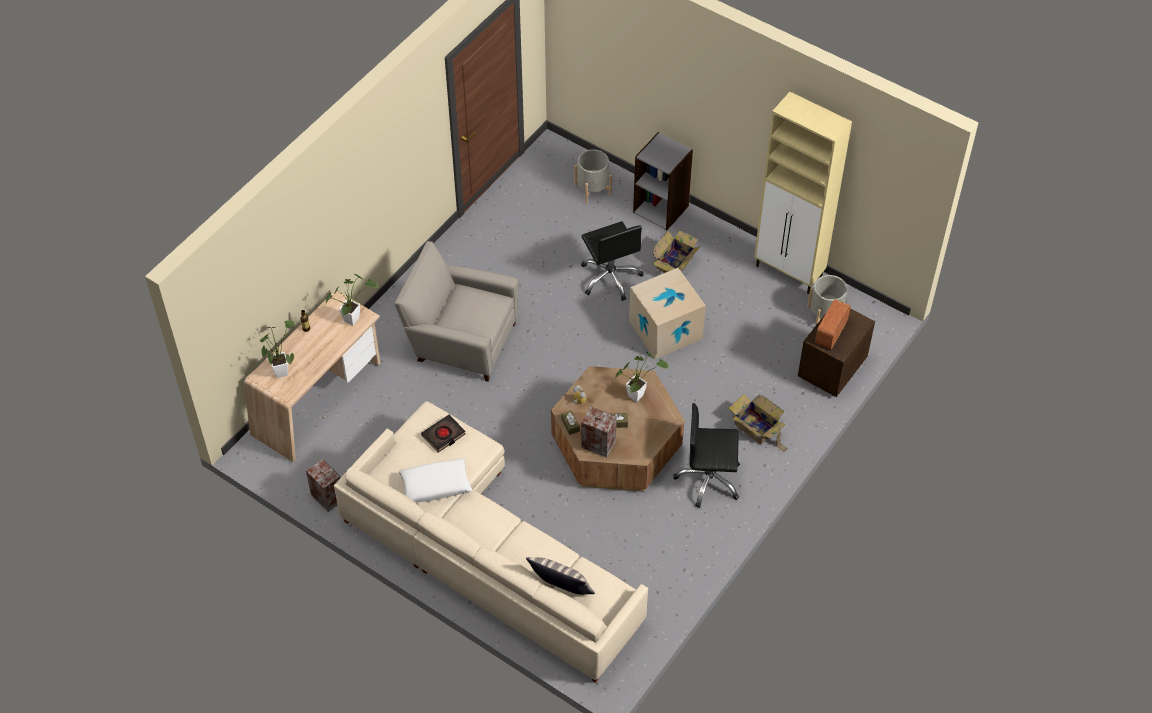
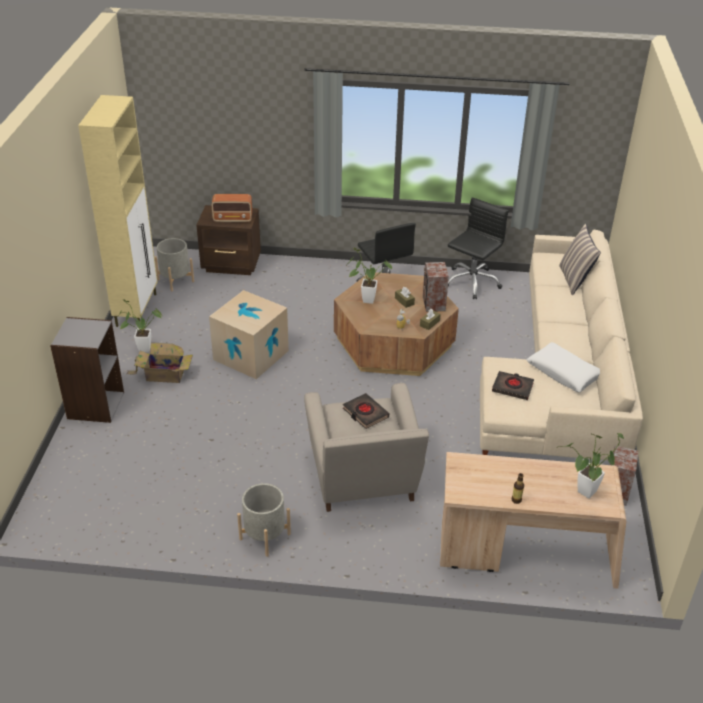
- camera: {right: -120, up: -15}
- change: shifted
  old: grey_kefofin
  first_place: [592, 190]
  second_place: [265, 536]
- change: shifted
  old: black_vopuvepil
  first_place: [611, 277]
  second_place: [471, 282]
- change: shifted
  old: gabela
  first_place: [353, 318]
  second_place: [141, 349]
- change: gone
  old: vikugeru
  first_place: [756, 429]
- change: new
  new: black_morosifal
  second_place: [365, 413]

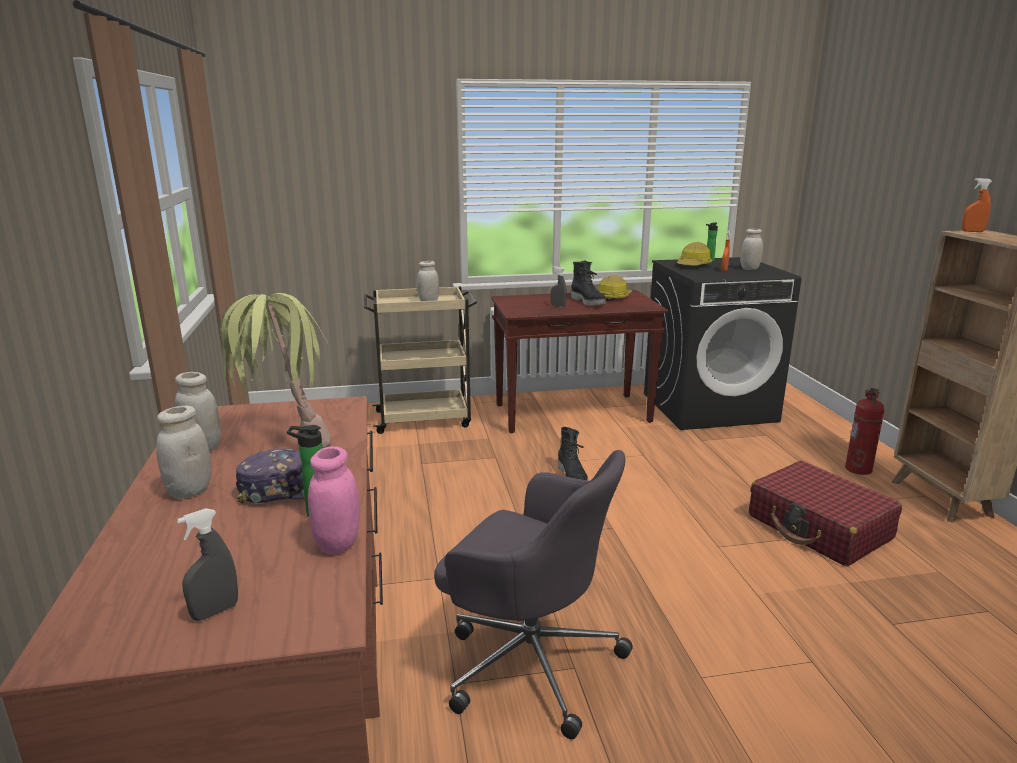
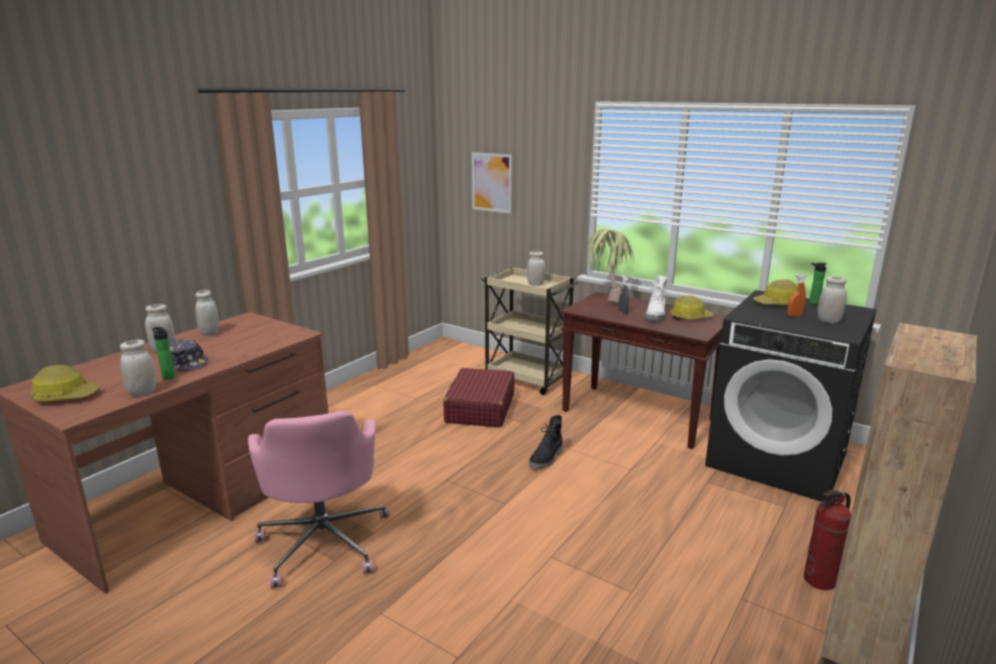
- camera: {right: 45, up: 0}
- change: gone
  old: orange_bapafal
  first_place: [972, 231]
- change: repainted
  old: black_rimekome
  new: white_rimekome
  first_place: [588, 302]
  second_place: [656, 316]
- change: shifted
  old: gabela
  first_place: [284, 444]
  second_place: [606, 299]
- change: repainted
  old: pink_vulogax
  new: white_vulogax
  first_place: [338, 544]
  second_place: [142, 392]
- change: repainted
  old: grey_vopuvepil
  new: pink_vopuvepil
  first_place: [529, 660]
  second_place: [324, 541]
- change: shifted
  old: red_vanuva
  first_place: [819, 527]
  second_place: [480, 408]
- change: swapped
  old: grey_bapafal
  new: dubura
  first_place: [215, 612]
  second_place: [66, 396]
- change: new
  new: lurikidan
  second_place: [492, 182]

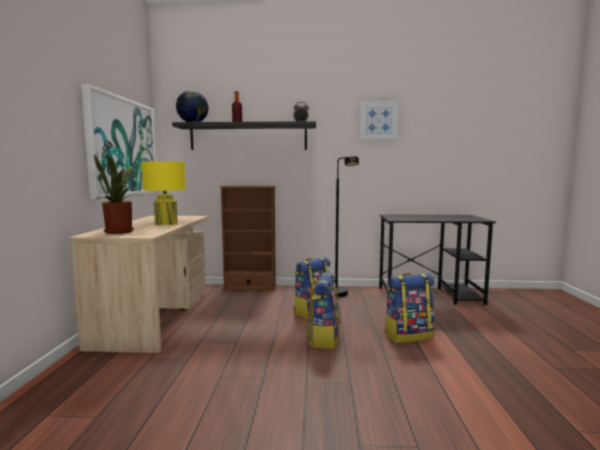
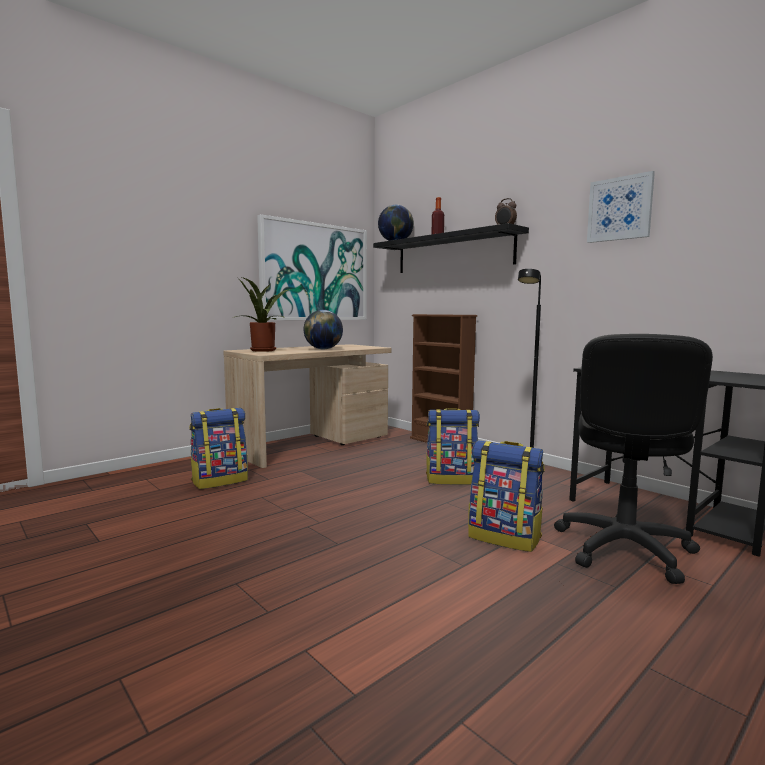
- camera: {right: 45, up: 0}
- change: swapped
  old: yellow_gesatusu
  new: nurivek
  first_place: [166, 223]
  second_place: [323, 349]
- change: shifted
  old: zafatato
  first_place: [323, 339]
  second_place: [220, 481]
- change: new
  new: black_vopuvepil
  second_place: [623, 549]

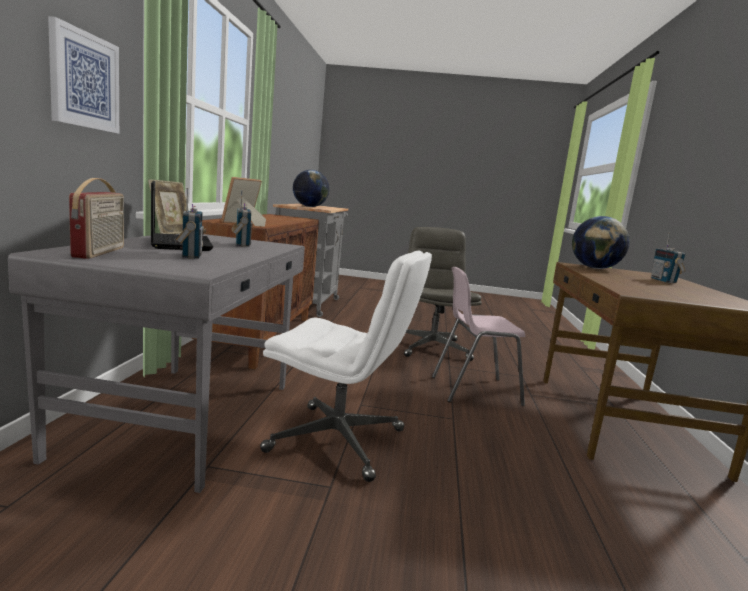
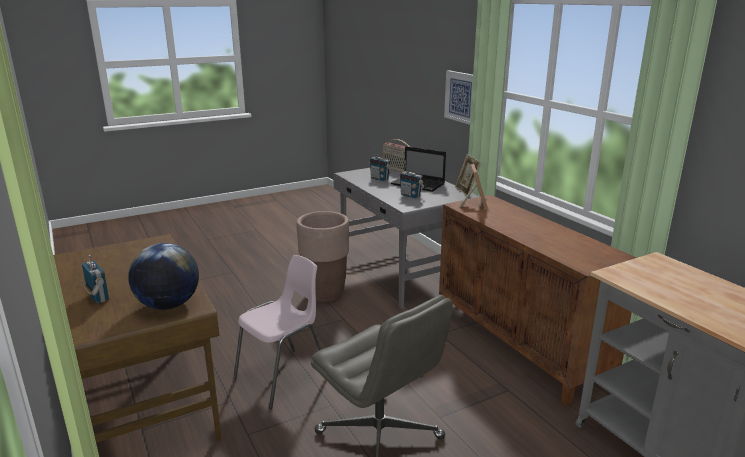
- camera: {right: 145, up: 10}
- change: gone
  old: nurivek
  first_place: [309, 206]
- change: swapped
  old: white_vopuvepil
  new: brown_kefofin
  first_place: [339, 441]
  second_place: [325, 294]

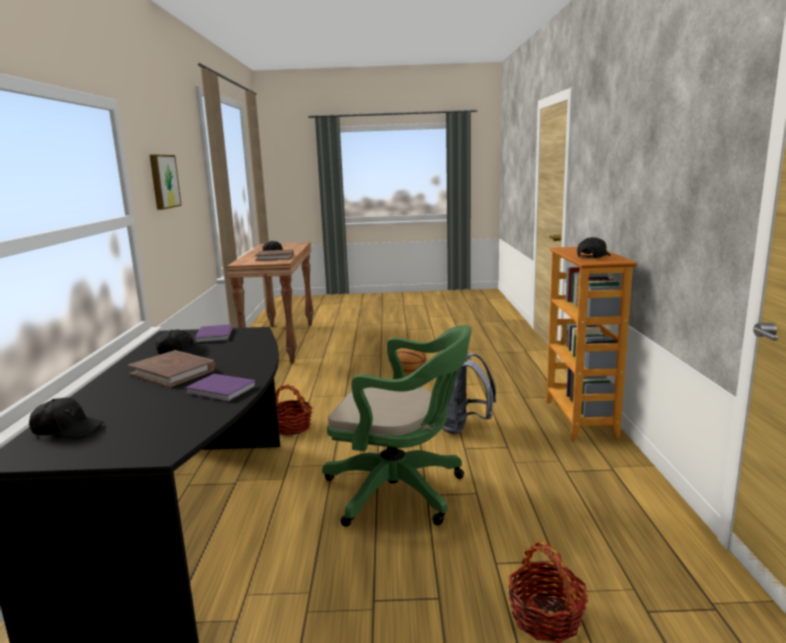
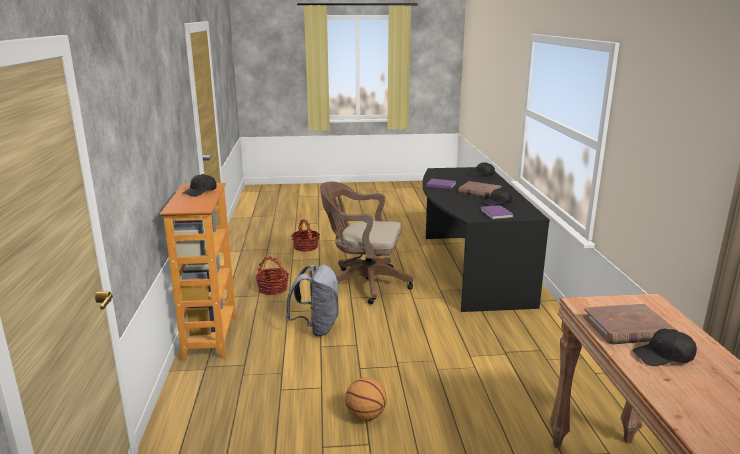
- camera: {right: 175, up: 5}
- change: gone
  old: lurikidan
  first_place: [163, 181]
- change: repainted
  old: green_vopuvepil
  new: brown_vopuvepil
  first_place: [402, 491]
  second_place: [363, 284]
- change: shifted
  old: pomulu
  first_place: [291, 427]
  second_place: [273, 289]

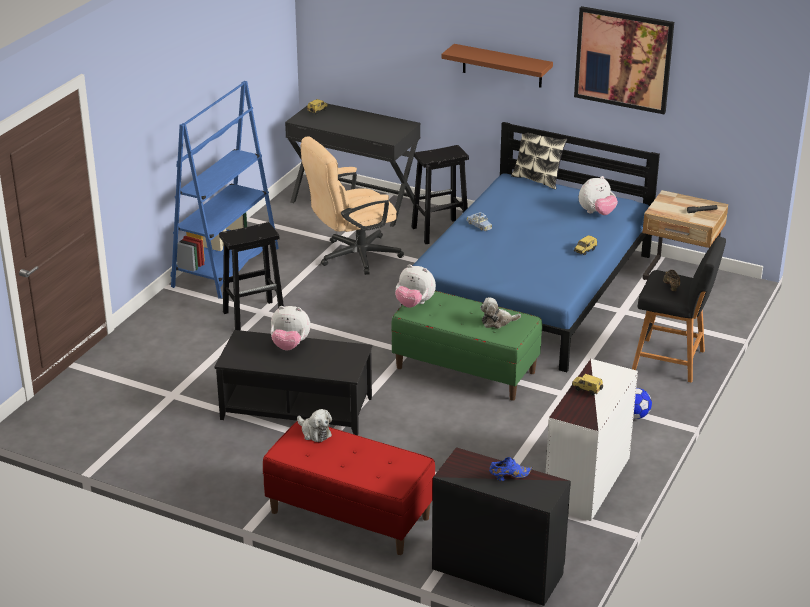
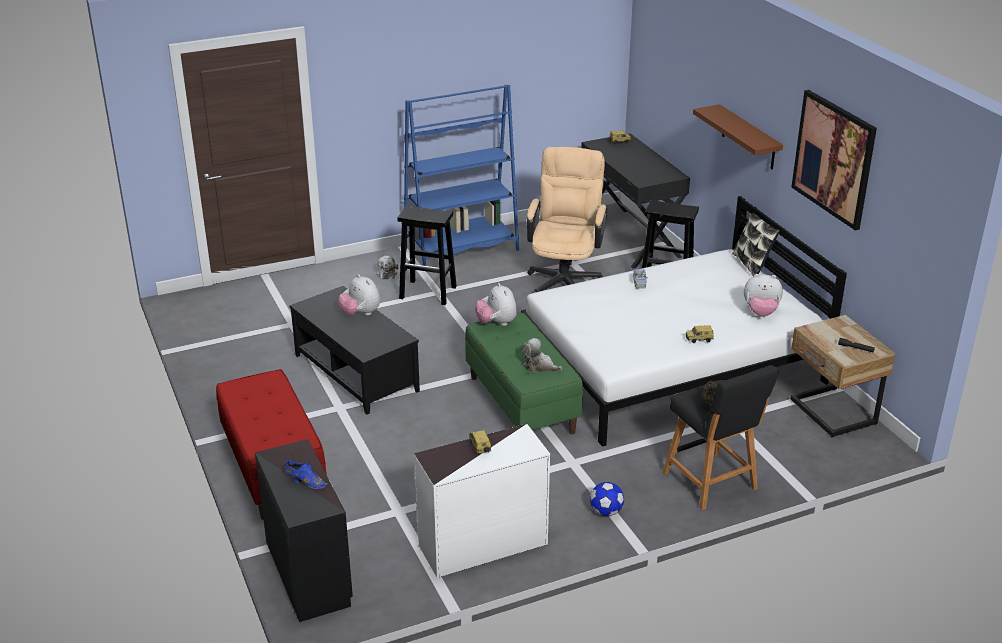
- camera: {right: 40, up: 0}
- change: repainted
  old: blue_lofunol
  new: white_lofunol
  first_place: [530, 291]
  second_place: [671, 366]
- change: rotated
  old: beige_vopuvepil
  first_place: [352, 257]
  second_place: [565, 279]
  degrees: 90
- change: shifted
  old: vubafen
  first_place: [314, 432]
  second_place: [387, 273]

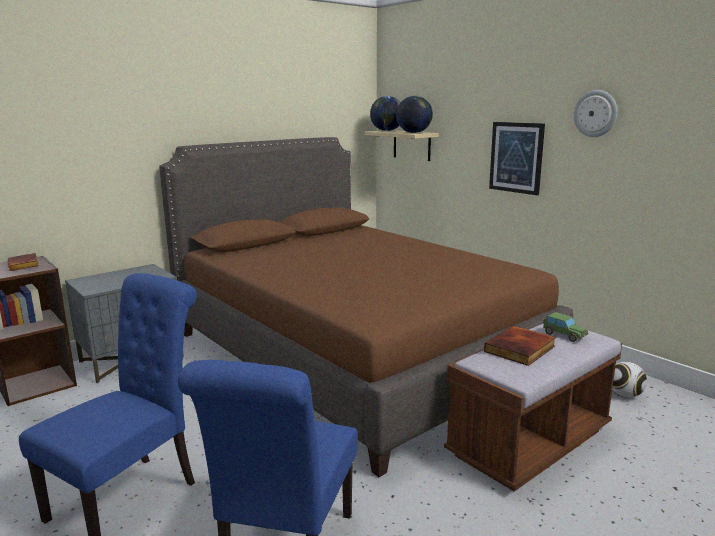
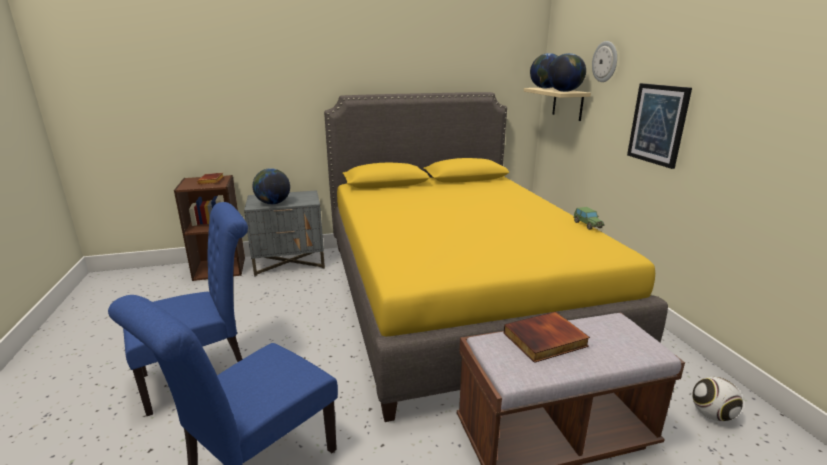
- camera: {right: 25, up: 5}
- change: shifted
  old: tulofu
  first_place: [595, 113]
  second_place: [605, 61]
- change: repainted
  old: brown_lofunol
  new: yellow_lofunol
  first_place: [354, 354]
  second_place: [455, 295]
- change: shifted
  old: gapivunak
  first_place: [563, 335]
  second_place: [587, 225]
- change: new
  new: nurivek
  second_place: [273, 203]

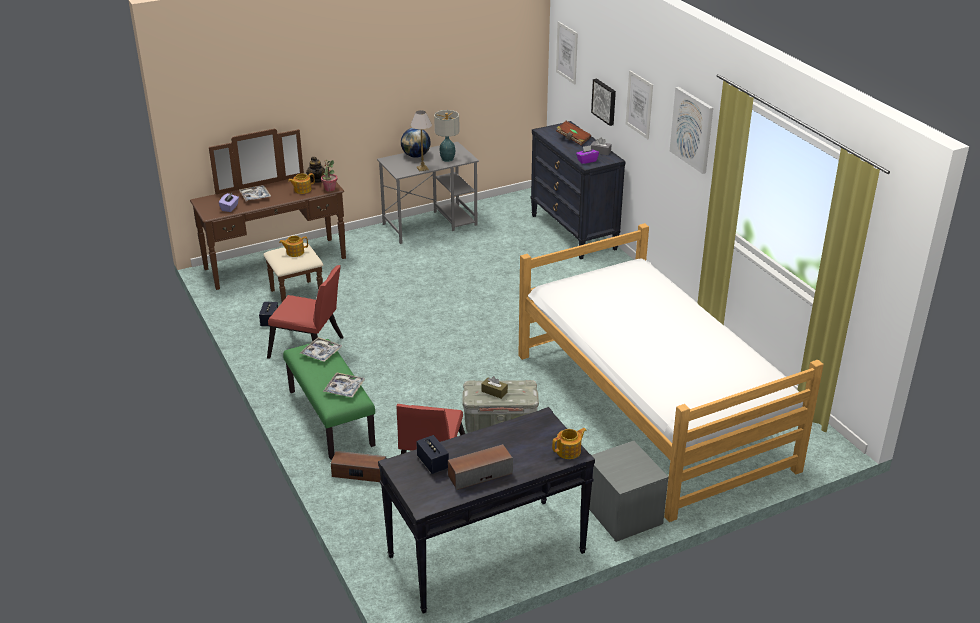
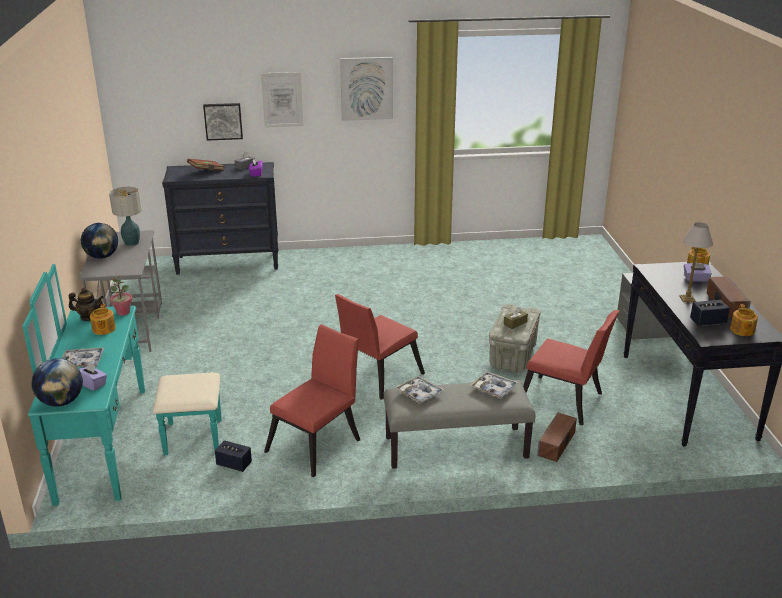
- camera: {right: -70, up: -5}
- change: gone
  old: lurikidan
  first_place: [567, 52]
- change: shifted
  old: gesatusu
  first_place: [423, 168]
  second_place: [687, 299]
- change: repainted
  old: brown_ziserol
  new: turquoise_ziserol
  first_place: [281, 270]
  second_place: [124, 441]
- change: gone
  old: lofunol
  first_place: [650, 410]
- change: shifted
  old: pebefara
  first_place: [294, 252]
  second_place: [742, 330]
- change: repainted
  old: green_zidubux
  new: grey_zidubux
  first_place: [330, 418]
  second_place: [455, 448]
- change: new
  new: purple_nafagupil
  second_place: [696, 279]
- change: new
  new: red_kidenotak
  second_place: [377, 378]
- change: new
  new: nurivek
  second_place: [61, 402]

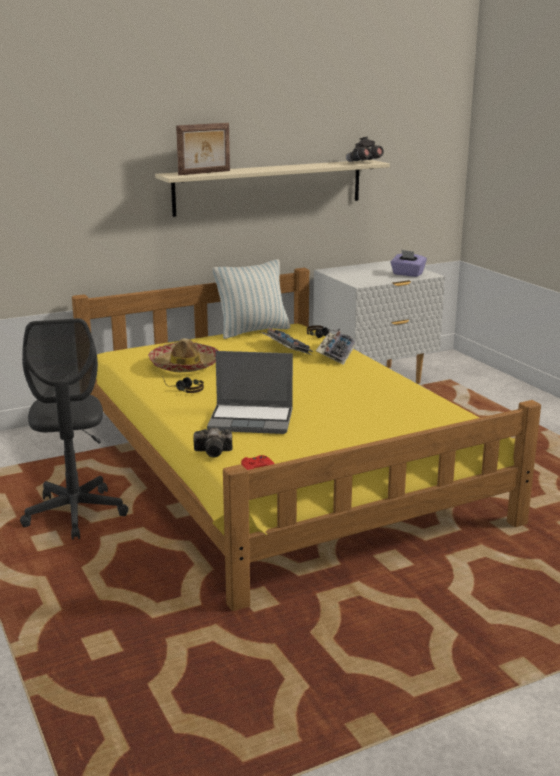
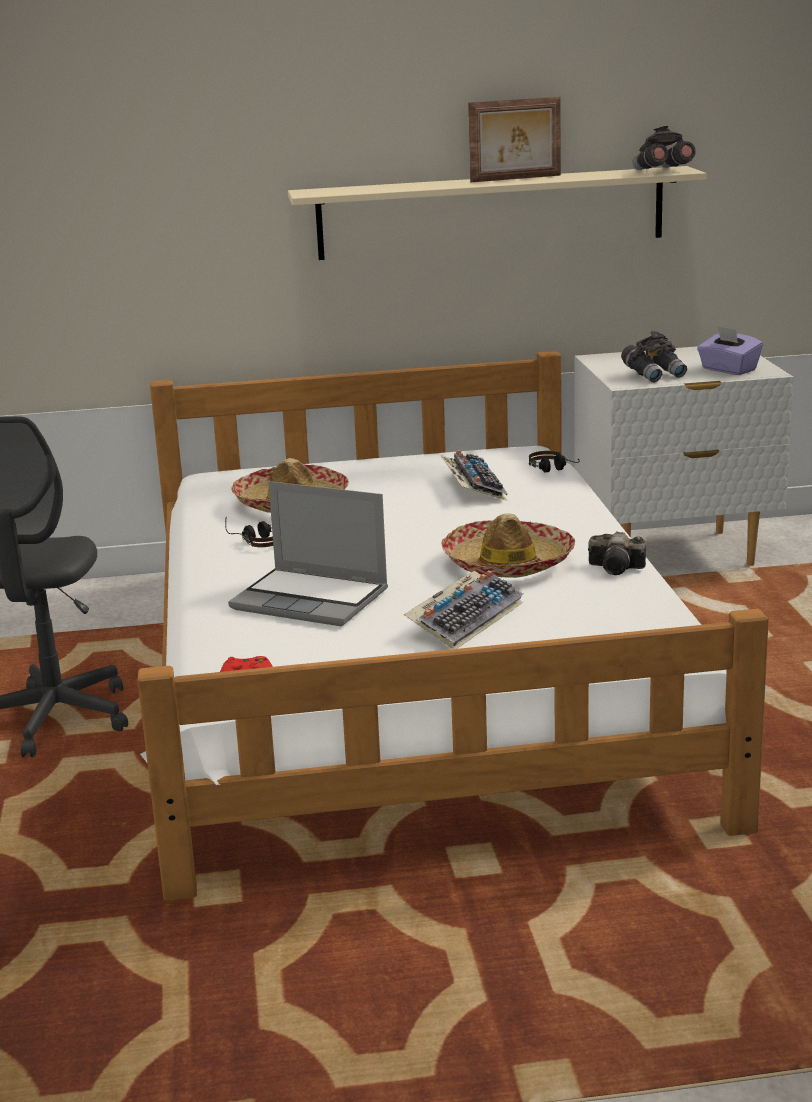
- camera: {right: 20, up: 0}
- change: shifted
  old: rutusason
  first_place: [205, 173]
  second_place: [516, 179]
- change: gone
  old: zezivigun
  first_place: [253, 331]
- change: repainted
  old: yellow_lofunol
  new: white_lofunol
  first_place: [279, 465]
  second_place: [409, 680]
- change: shifted
  old: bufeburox
  first_place: [335, 353]
  second_place: [465, 619]
- change: shifted
  old: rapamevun
  first_place: [215, 452]
  second_place: [618, 568]
- change: new
  new: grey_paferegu
  second_place: [654, 375]
- change: new
  new: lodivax
  second_place: [508, 563]

